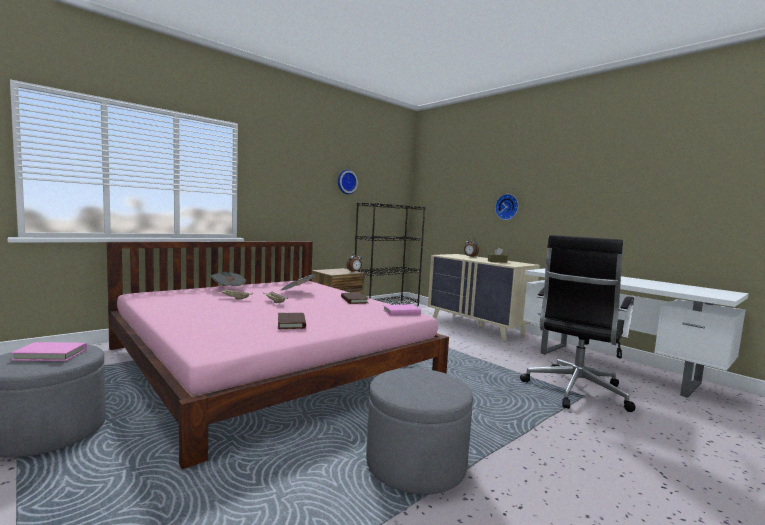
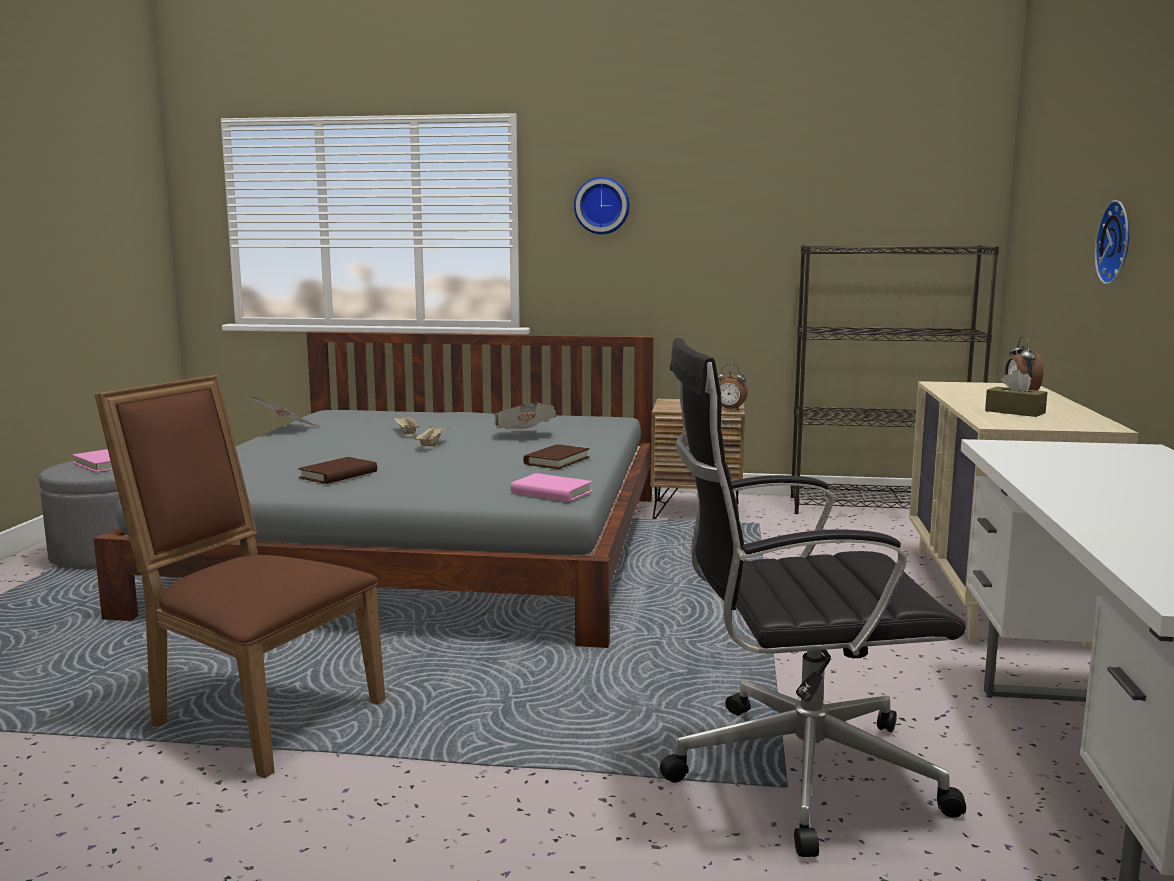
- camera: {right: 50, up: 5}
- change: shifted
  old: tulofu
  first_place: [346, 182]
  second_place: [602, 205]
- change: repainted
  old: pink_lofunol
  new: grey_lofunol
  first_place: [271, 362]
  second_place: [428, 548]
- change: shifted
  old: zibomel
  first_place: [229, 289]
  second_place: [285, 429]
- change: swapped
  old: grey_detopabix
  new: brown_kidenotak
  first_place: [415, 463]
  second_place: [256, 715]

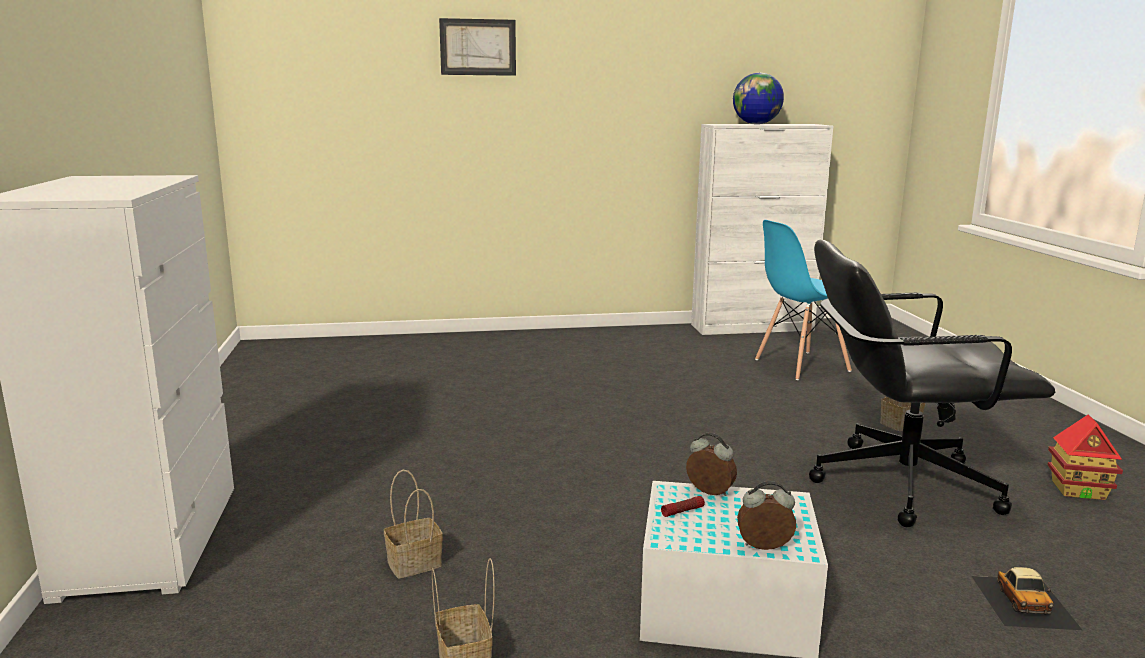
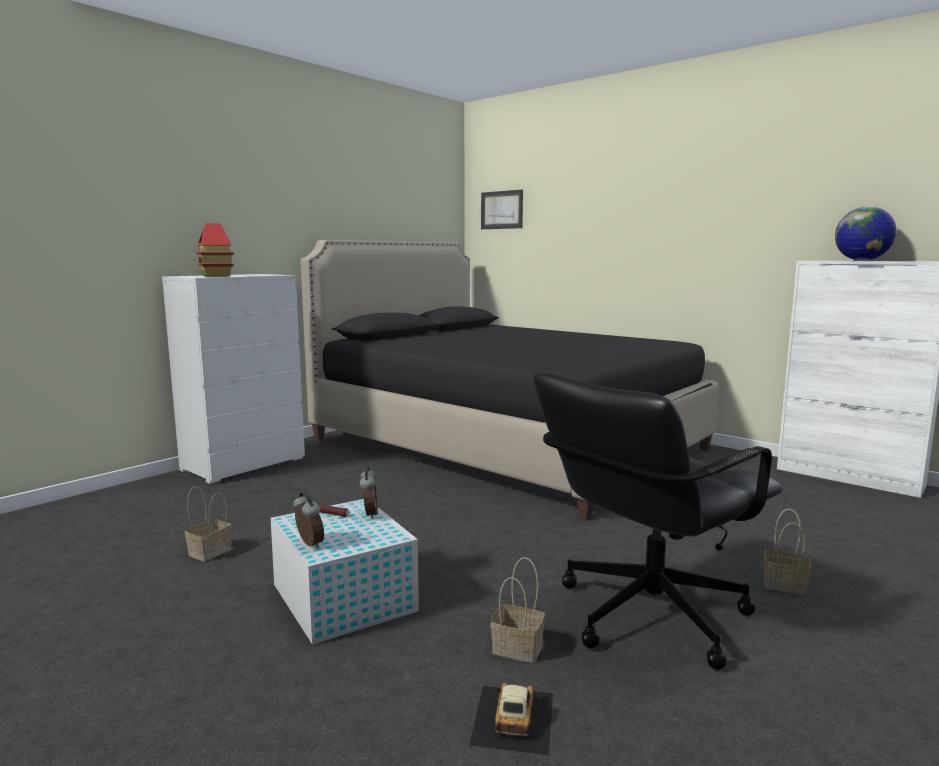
- camera: {right: 50, up: -5}
- change: shifted
  old: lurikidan
  first_place: [478, 47]
  second_place: [501, 210]
- change: gone
  old: blue_kidenotak
  first_place: [801, 365]
- change: rotated
  old: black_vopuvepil
  first_place: [901, 483]
  second_place: [648, 614]
  degrees: -90
- change: shifted
  old: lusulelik
  first_place: [1078, 490]
  second_place: [216, 276]
- change: shifted
  old: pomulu
  first_place: [415, 562]
  second_place: [519, 648]
- change: rotated
  old: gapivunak
  first_place: [1024, 601]
  second_place: [512, 718]
  degrees: 135
- change: new
  new: black_lofunol
  second_place: [506, 443]

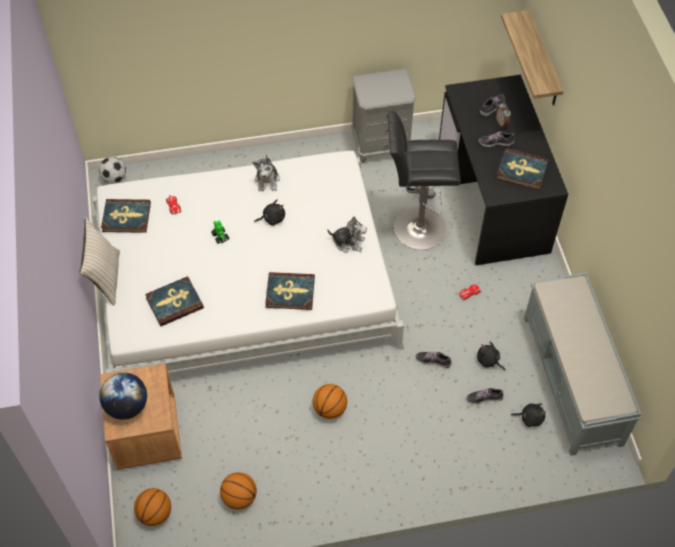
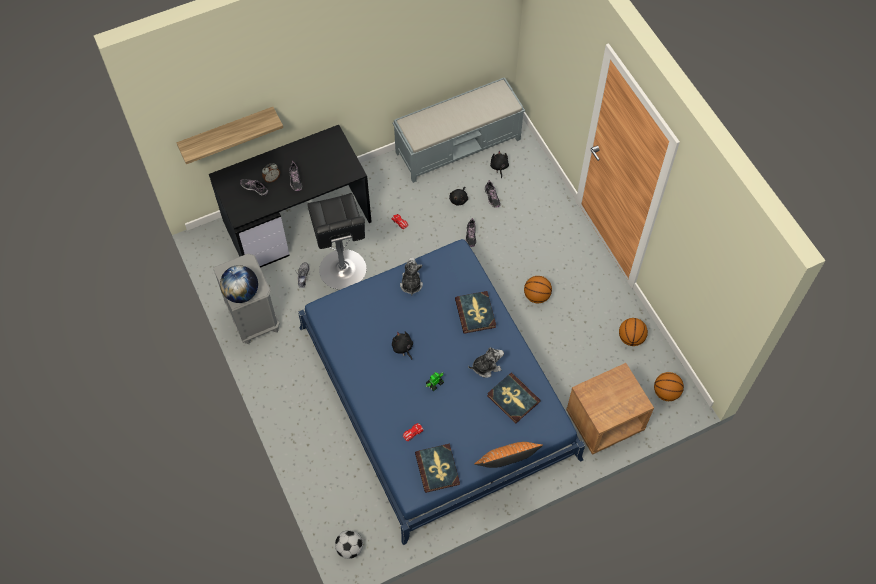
- camera: {right: -105, up: 5}
- change: gone
  old: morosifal
  first_place: [521, 171]
- change: repainted
  old: white_lofunol
  new: blue_lofunol
  first_place: [245, 281]
  second_place: [437, 391]
- change: shifted
  old: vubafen
  first_place: [267, 180]
  second_place: [486, 366]
- change: repainted
  old: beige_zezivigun
  new: orange_zezivigun
  first_place: [106, 278]
  second_place: [506, 464]
- change: shifted
  old: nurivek
  first_place: [127, 406]
  second_place: [242, 293]

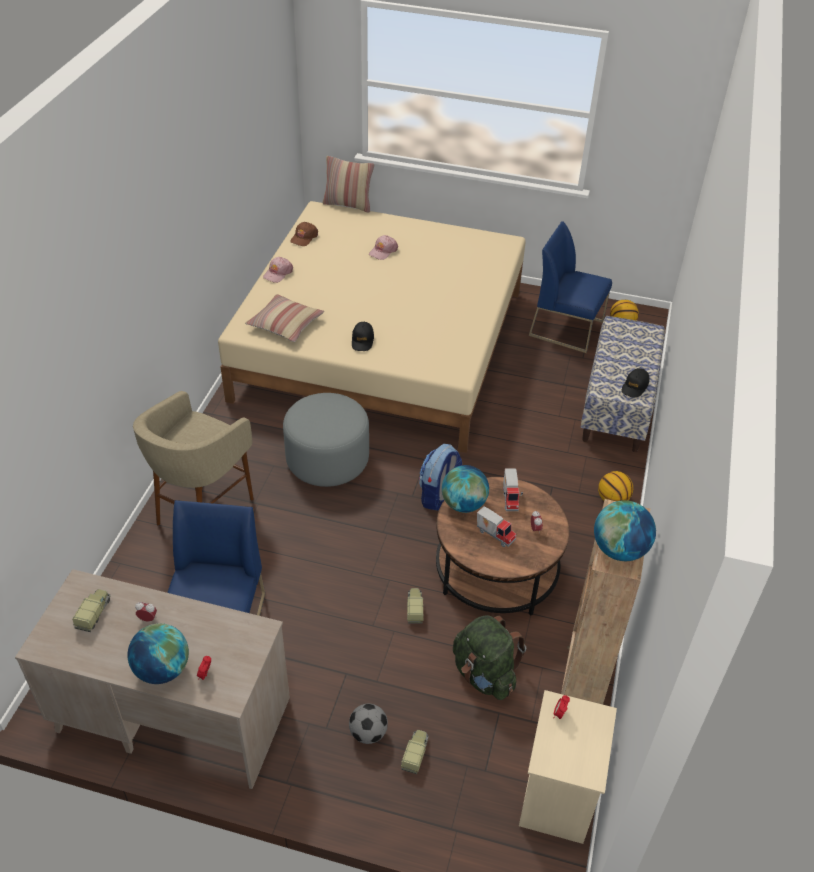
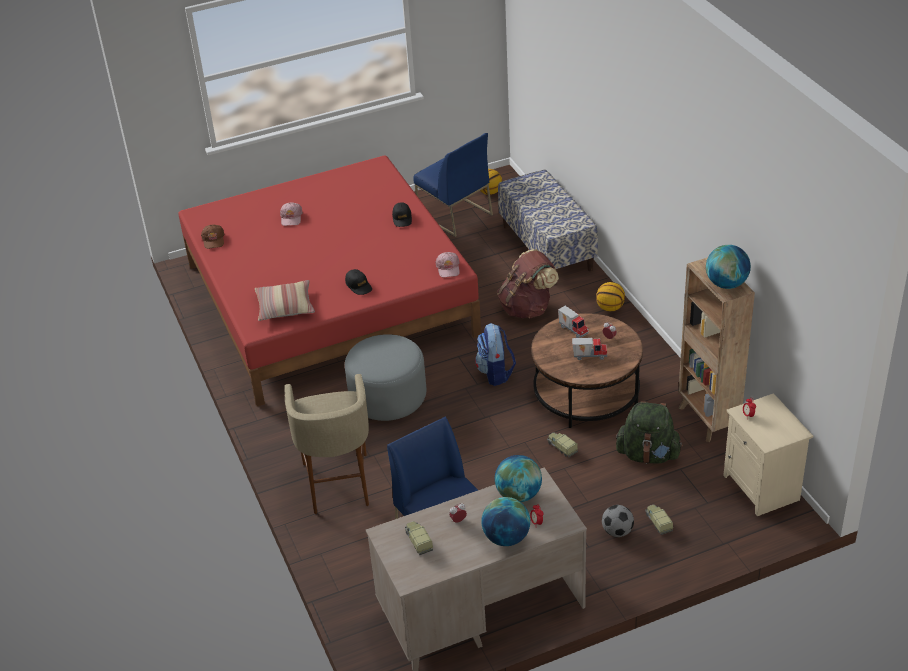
- camera: {right: -35, up: -5}
- change: gone
  old: zezivigun
  first_place: [348, 204]
- change: repainted
  old: beige_lofunol
  new: red_lofunol
  first_place: [382, 345]
  second_place: [330, 299]
- change: rotated
  old: blue_kidenotak
  first_place: [567, 328]
  second_place: [454, 215]
  degrees: -120
- change: shifted
  old: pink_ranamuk
  first_place: [278, 273]
  second_place: [448, 268]
- change: shifted
  old: black_ranamuk
  first_place: [635, 386]
  second_place: [402, 218]
- change: shifted
  old: nurivek
  first_place: [464, 504]
  second_place: [518, 495]
- change: new
  new: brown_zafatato
  second_place: [527, 308]

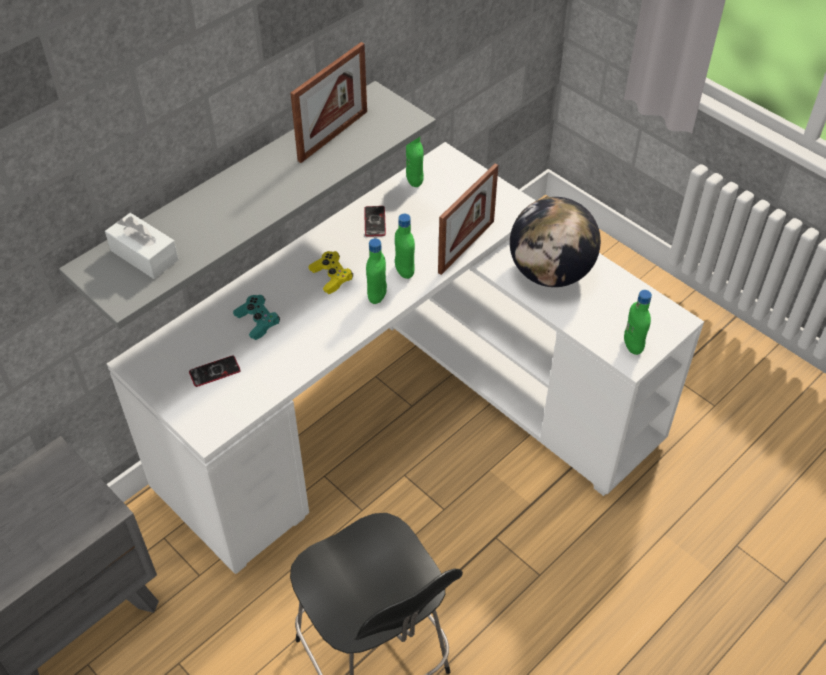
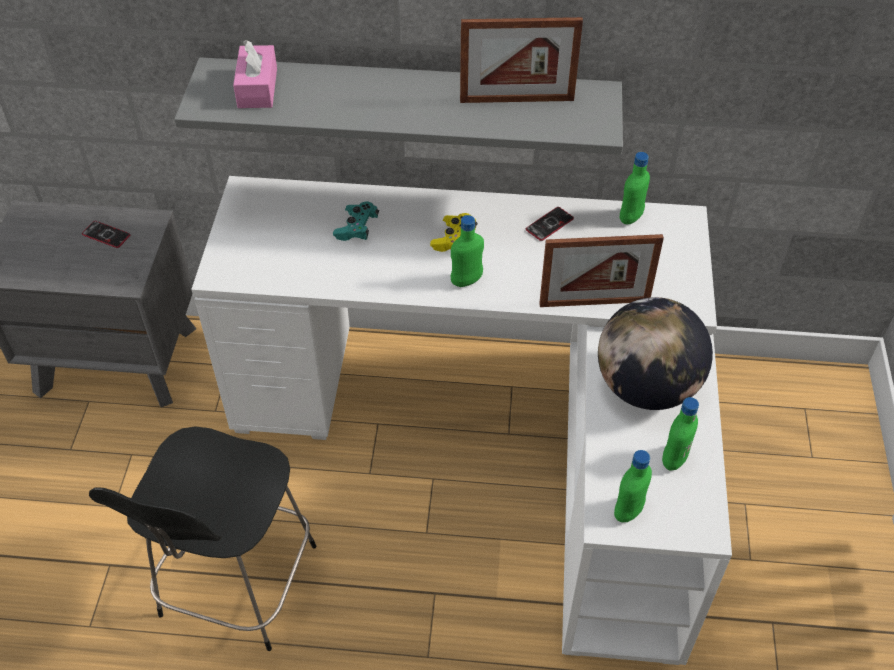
- camera: {right: 50, up: 0}
- change: repainted
  old: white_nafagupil
  new: pink_nafagupil
  first_place: [144, 255]
  second_place: [257, 88]
- change: shifted
  old: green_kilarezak
  first_place: [404, 271]
  second_place: [674, 459]
- change: shifted
  old: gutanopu
  first_place: [214, 372]
  second_place: [106, 235]

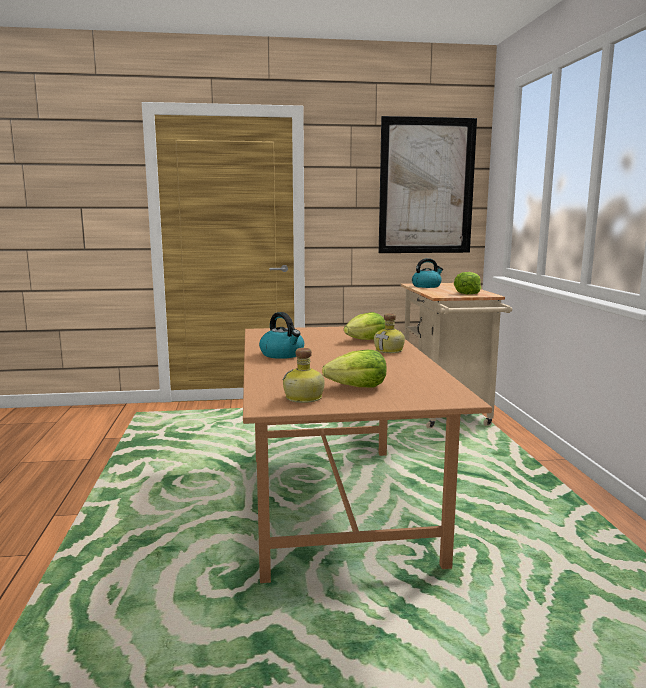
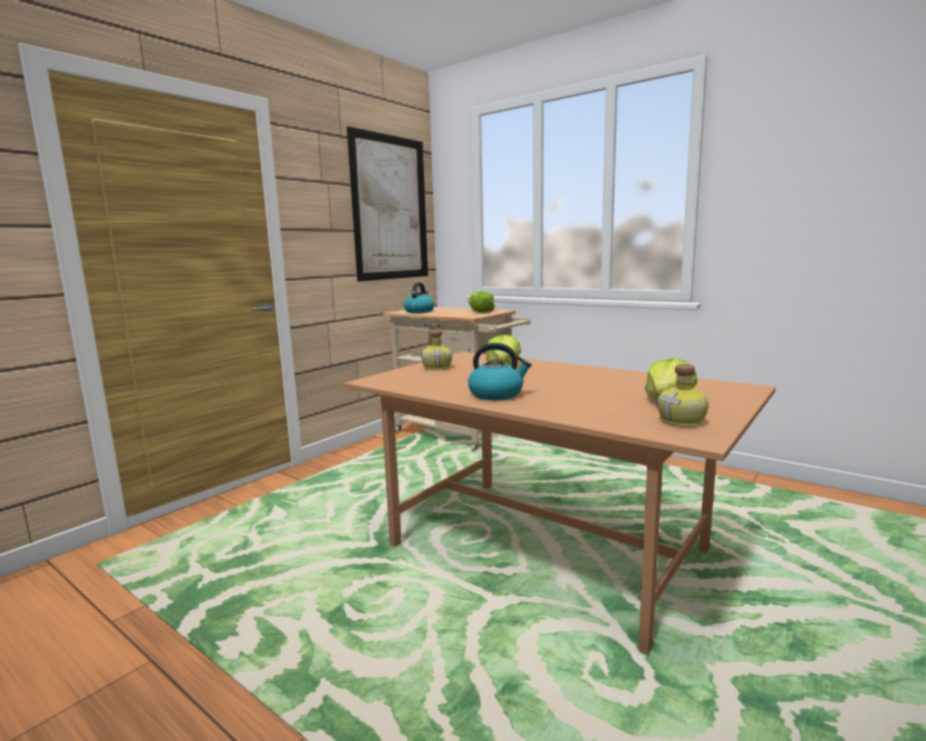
- camera: {right: -45, up: 0}
- change: shifted
  old: kilarezak
  first_place: [390, 351]
  second_place: [438, 367]

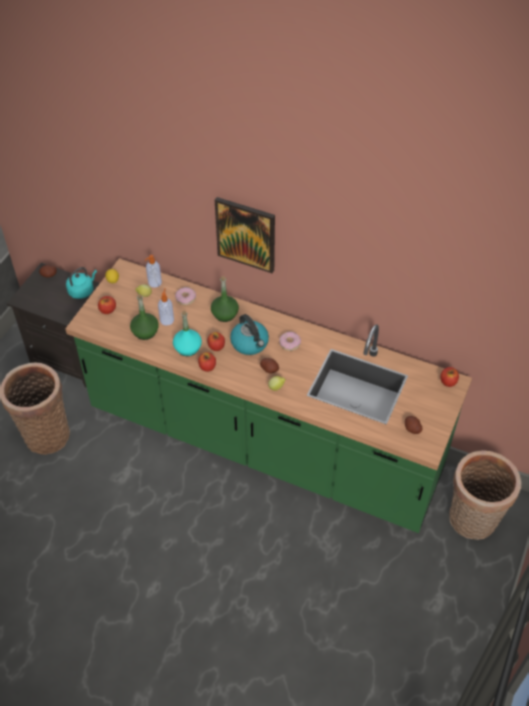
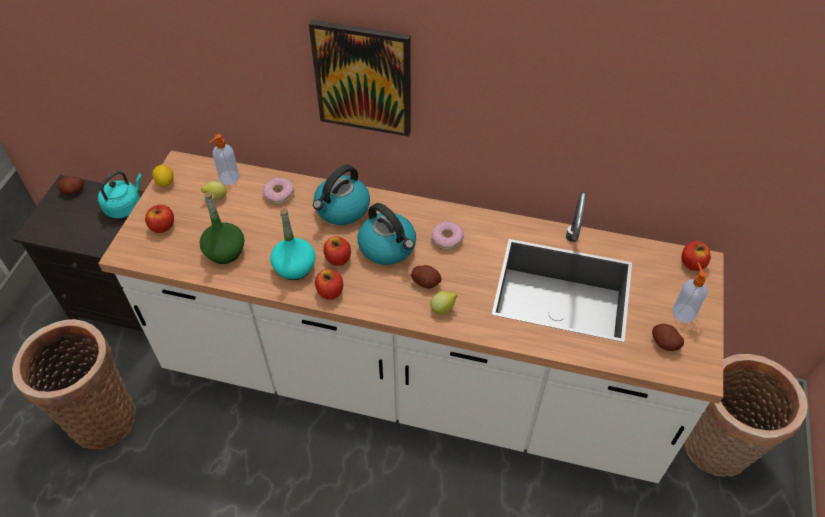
- camera: {right: -10, up: 0}
- change: repainted
  old: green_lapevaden
  new: white_lapevaden
  first_place: [264, 443]
  second_place: [412, 383]
- change: swapped
  old: green_kilarezak
  new: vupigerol
  first_place: [225, 314]
  second_place: [342, 209]
- change: shifted
  old: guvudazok
  first_place: [167, 319]
  second_place: [683, 312]

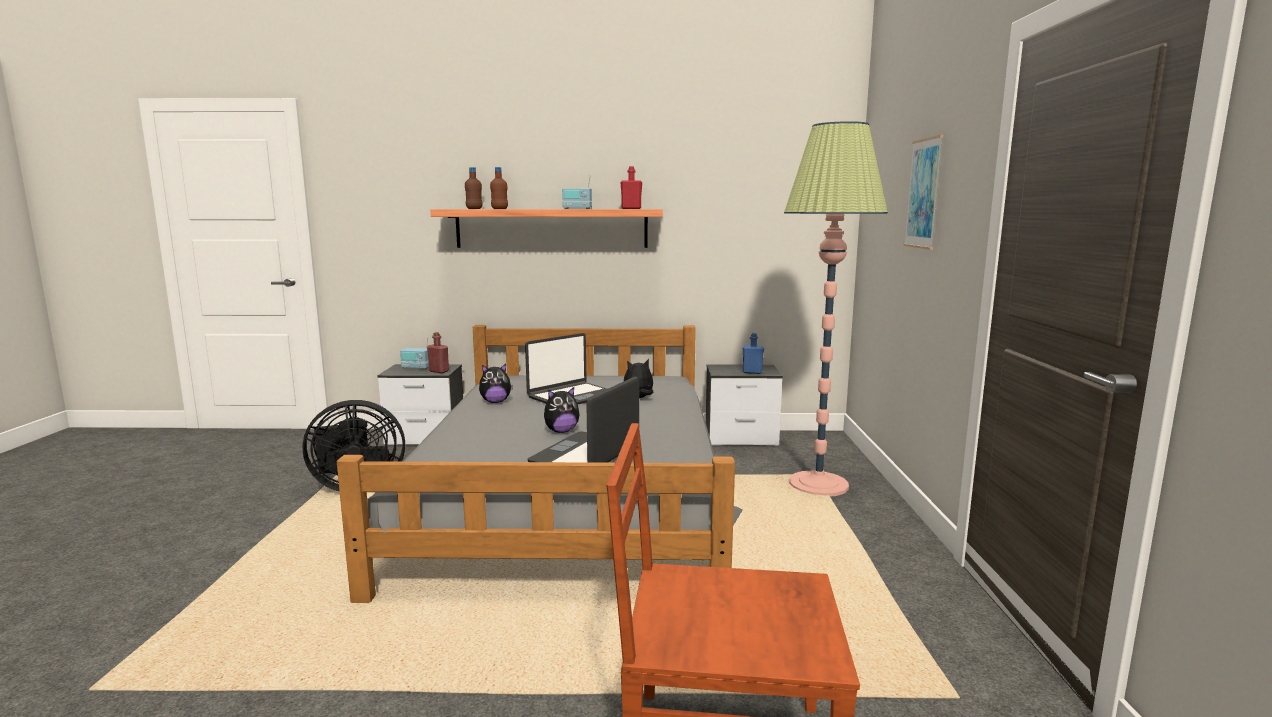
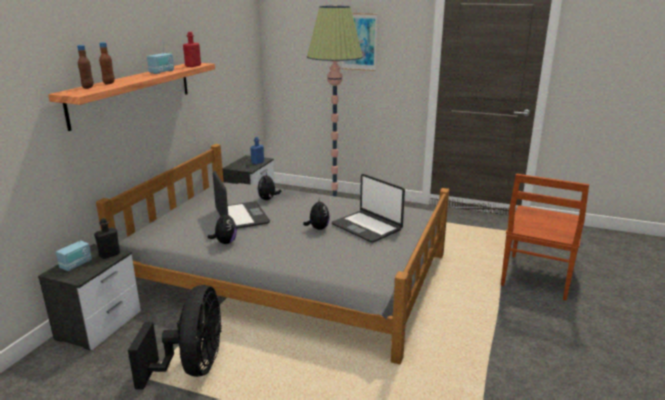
- camera: {right: -70, up: 10}
- change: repainted
  old: red_kilarezak
  new: black_kilarezak
  first_place: [439, 371]
  second_place: [109, 255]

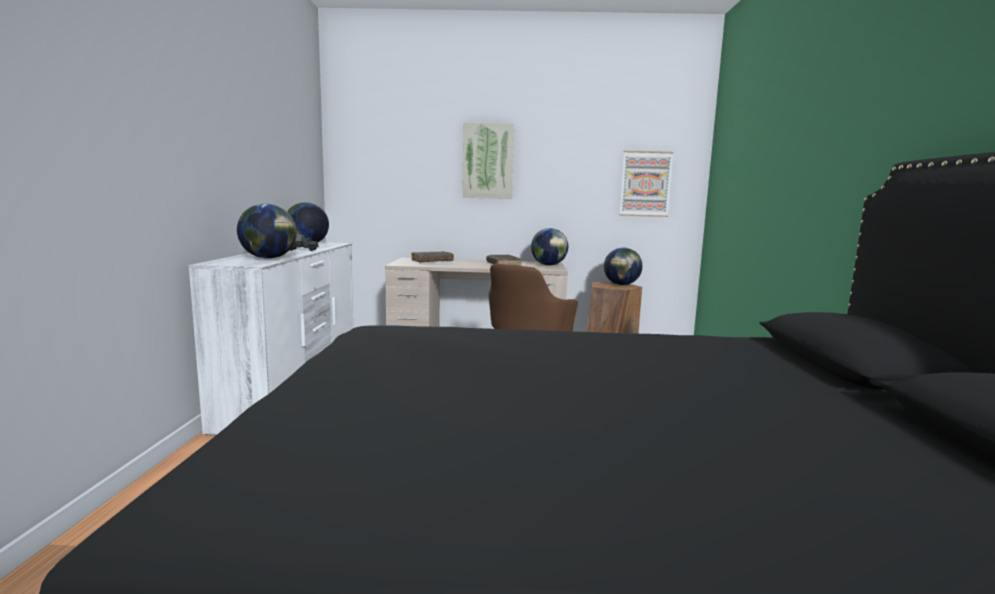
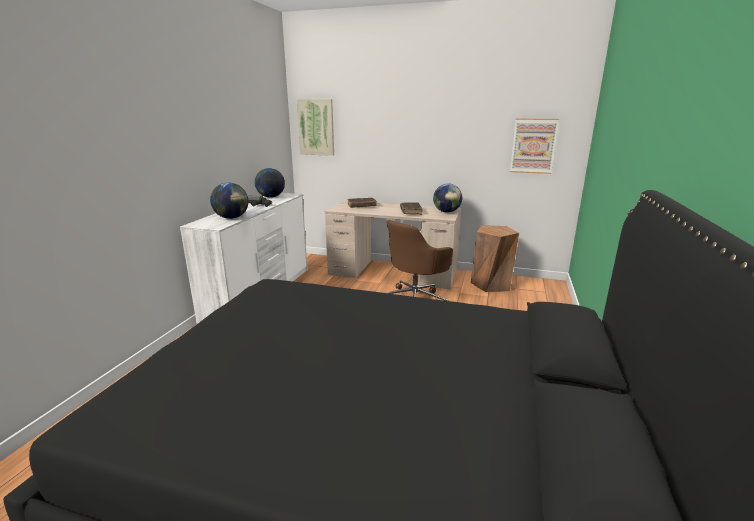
- camera: {right: 15, up: 10}
- change: shifted
  old: lurikidan
  first_place: [488, 161]
  second_place: [316, 127]
- change: gone
  old: nurivek
  first_place: [621, 285]

